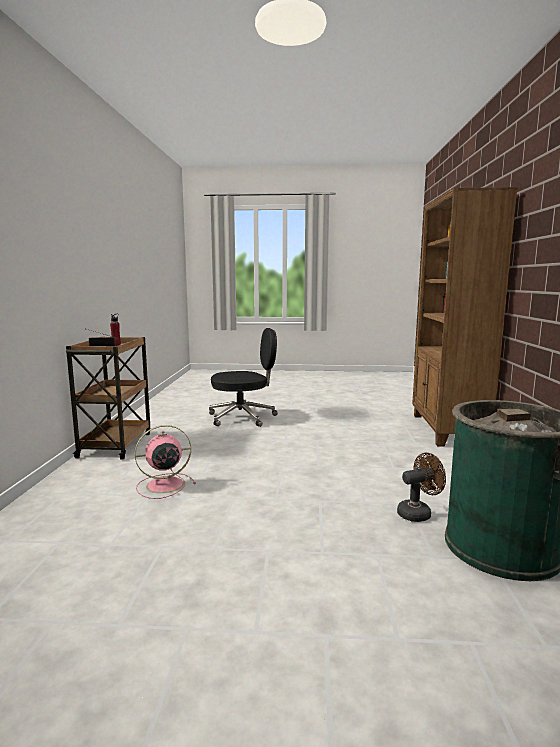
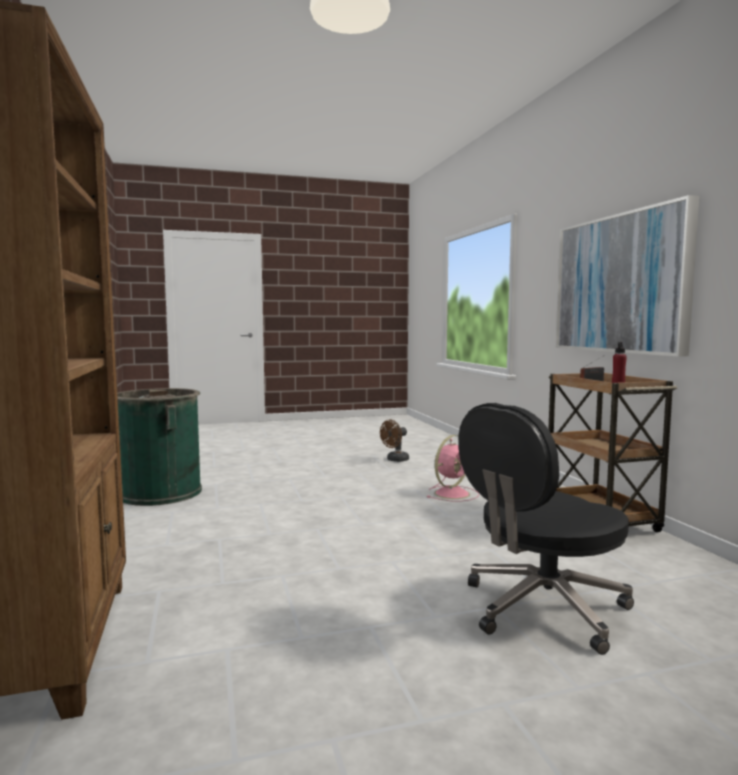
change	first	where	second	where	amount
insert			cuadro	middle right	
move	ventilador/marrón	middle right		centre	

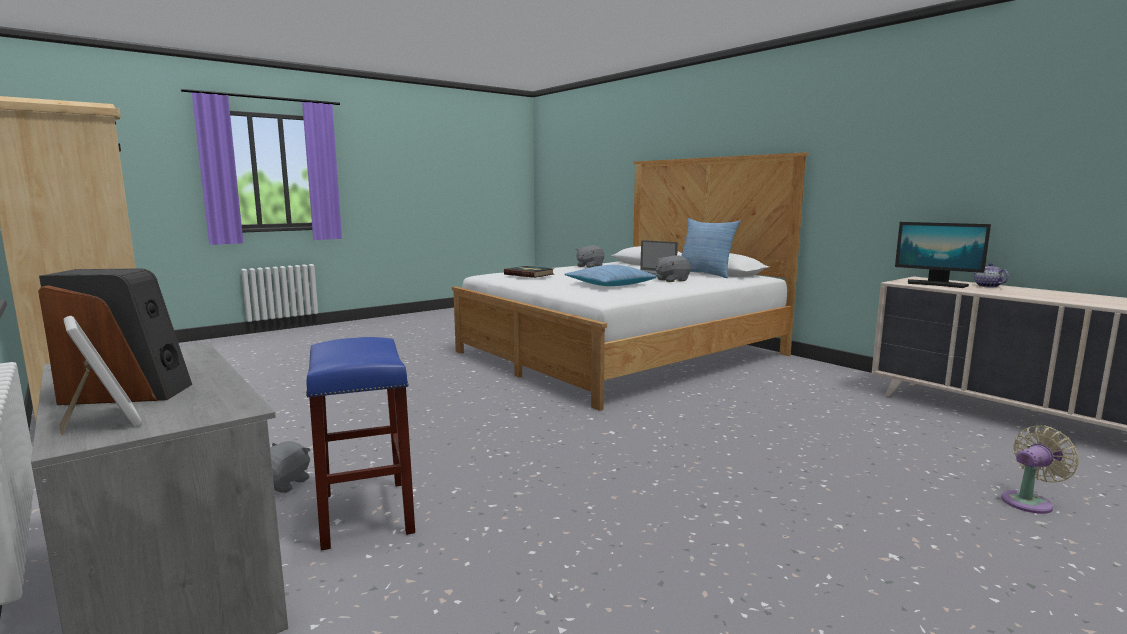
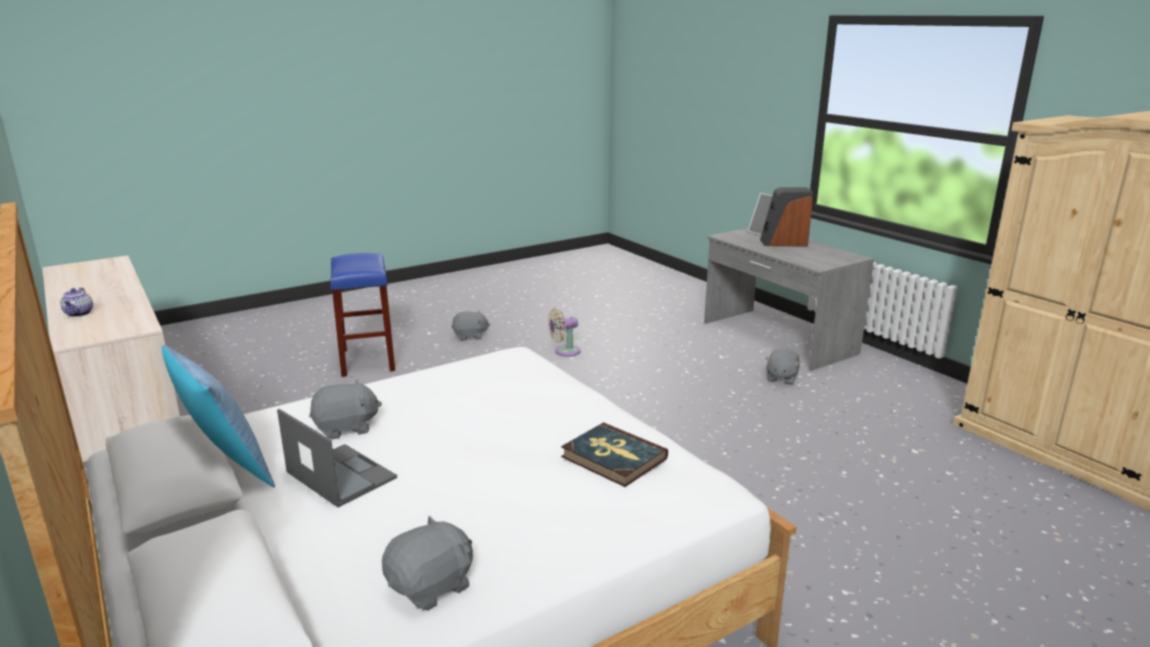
change	first	where	second	where	amount
delete	cojín (1st from left)	centre			
delete	monitor	middle right			
insert			peluche/gris (3rd from left)	centre	
move	taburete/azul	bottom left		middle left	
move	ventilador/beis	bottom right		centre	

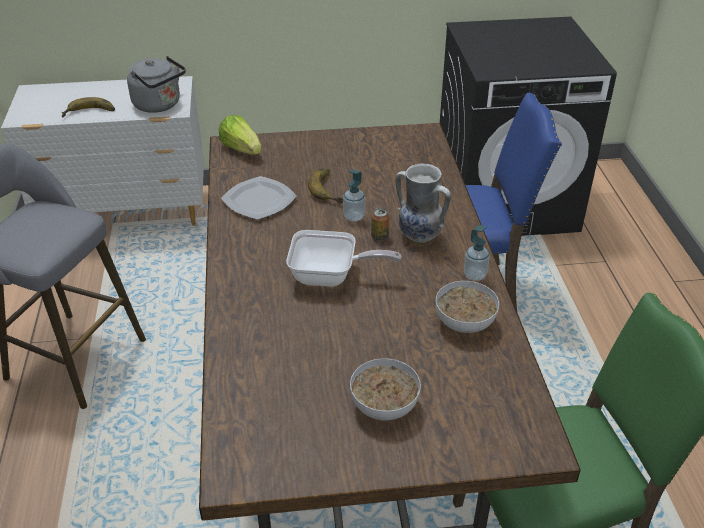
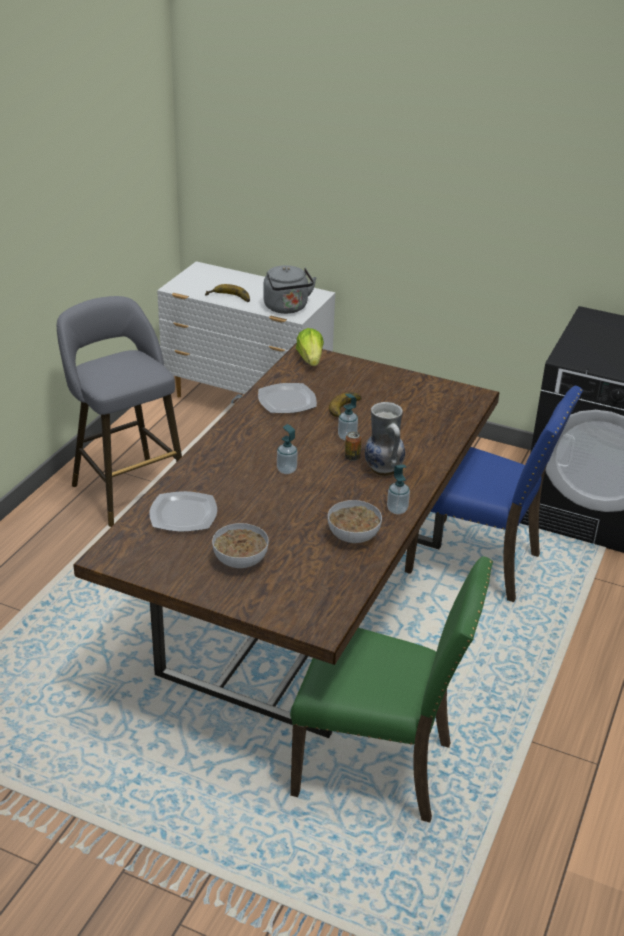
change	first	where	second	where	amount
insert			plato (1st from left)	middle left	
replace	sartén	centre	dispensador de jabón (1st from left)	centre	

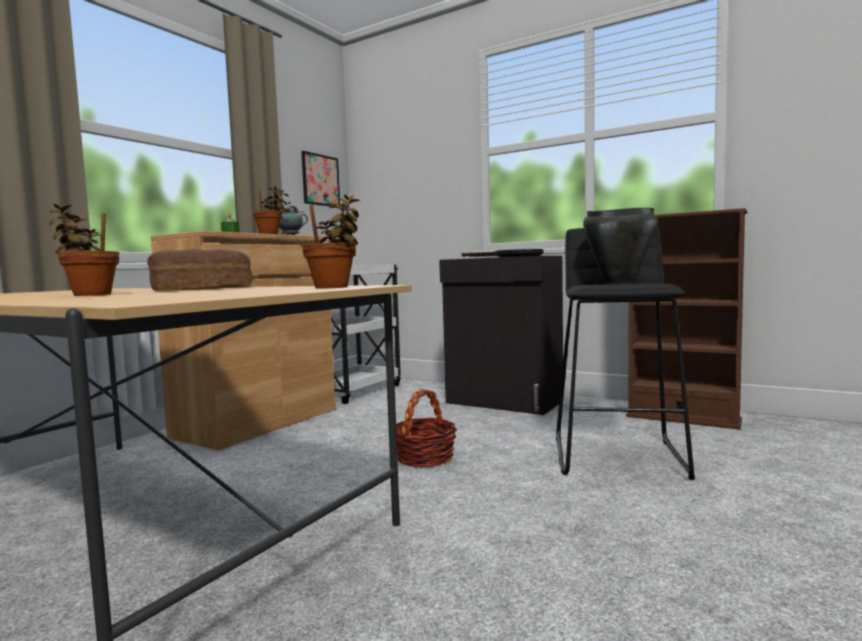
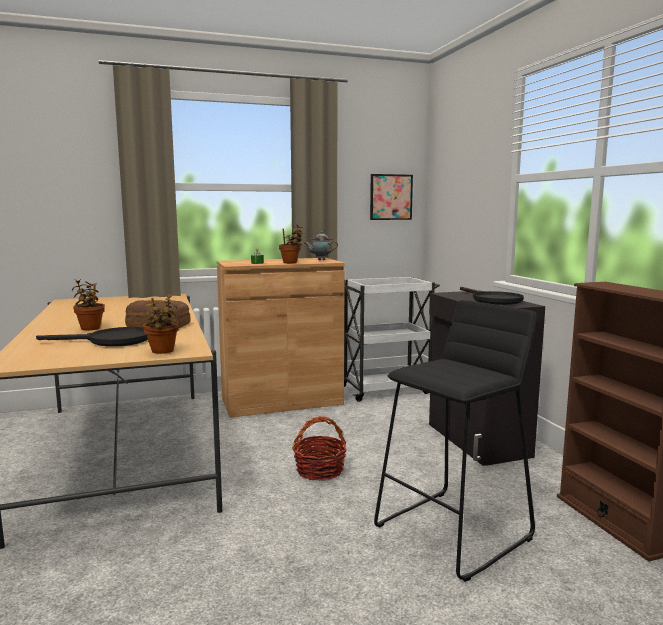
change	first	where	second	where	amount
delete	olla/negro	middle right			
insert			sartén/negro (1st from left)	middle left	

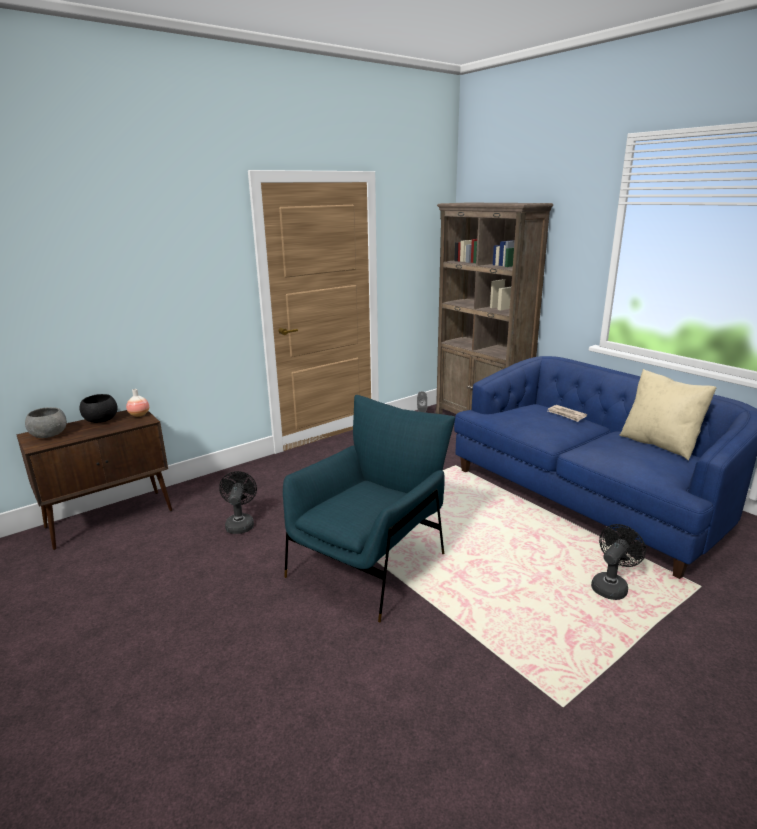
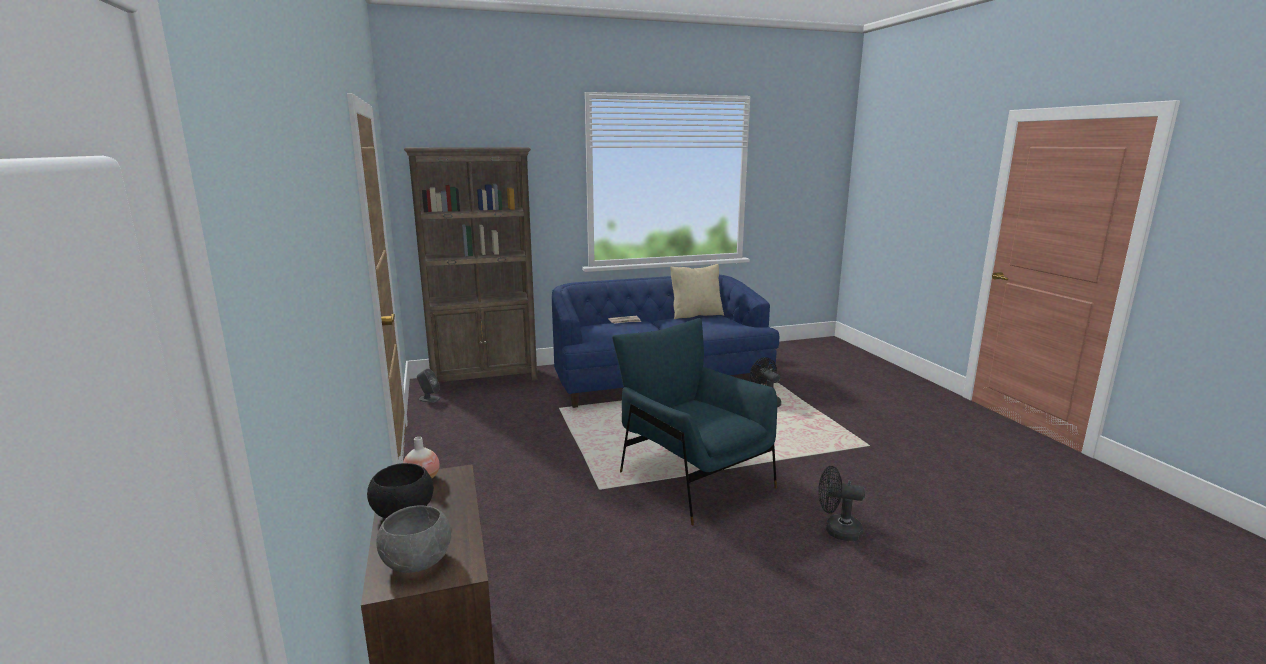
change	first	where	second	where	amount
move	ventilador/negro (1st from left in the first image)	middle left	ventilador/negro (2nd from left)	bottom centre	

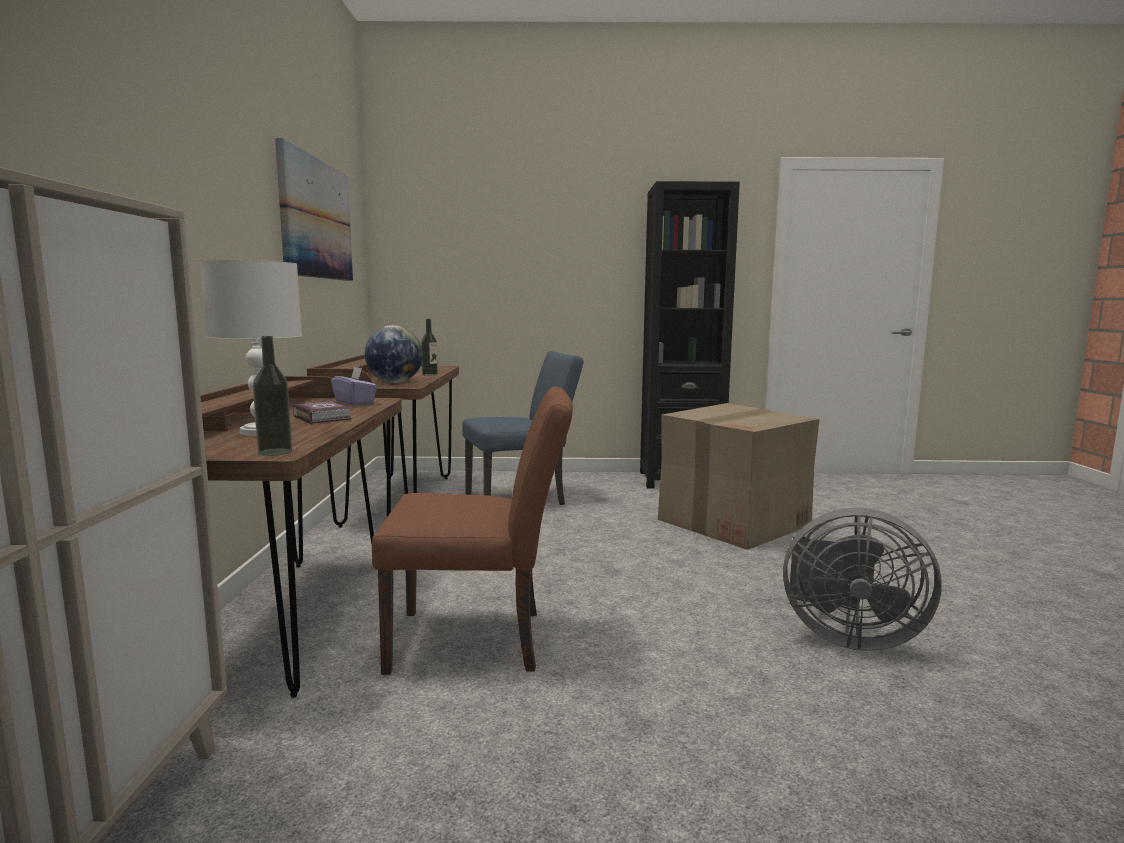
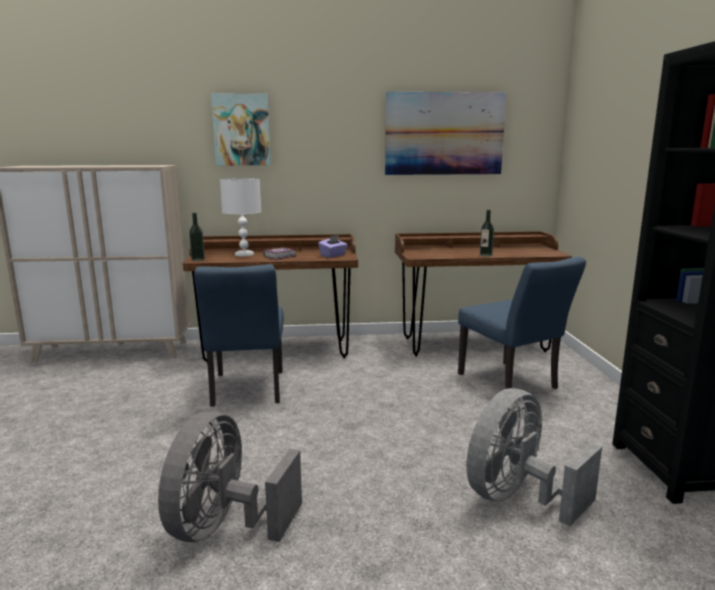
change	first	where	second	where	amount
delete	globo terráqueo	centre			
insert			cuadro (1st from left)	top centre	
replace	caja de cartón	centre	ventilador/gris (2nd from left)	bottom right	
recolor	silla/marrón	centre	silla/azul (1st from left)	centre	

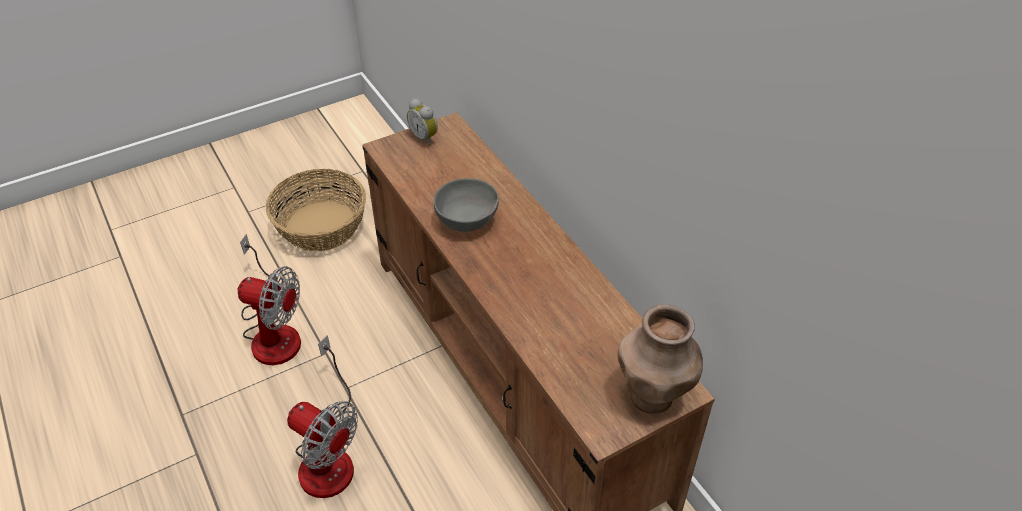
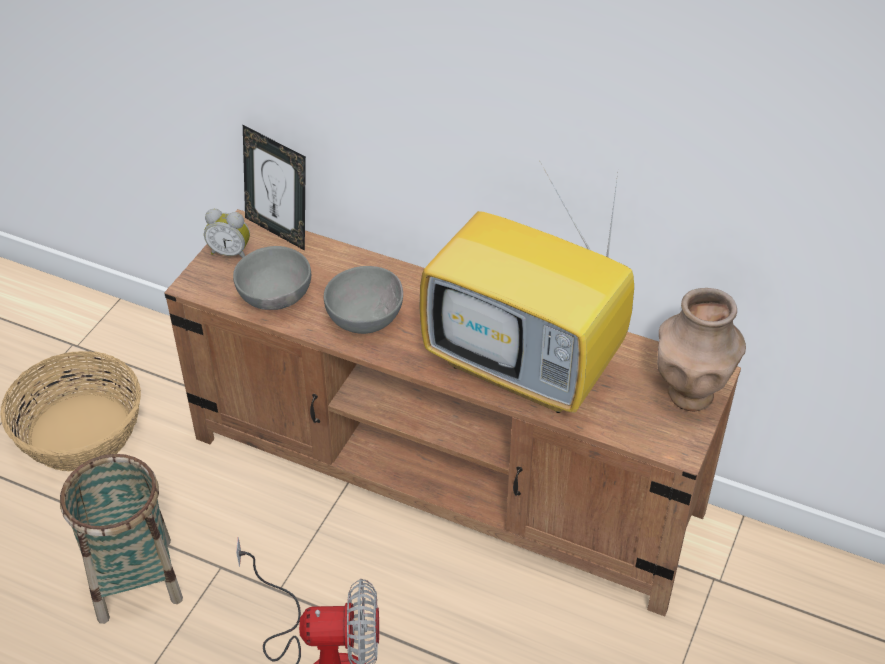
change	first	where	second	where	amount
insert			cuenco/gris (1st from left)	middle left	
insert			portarretratos	top left	
insert			televisor	centre	
replace	ventilador (1st from left)	middle left	cesta (2nd from left)	bottom left	

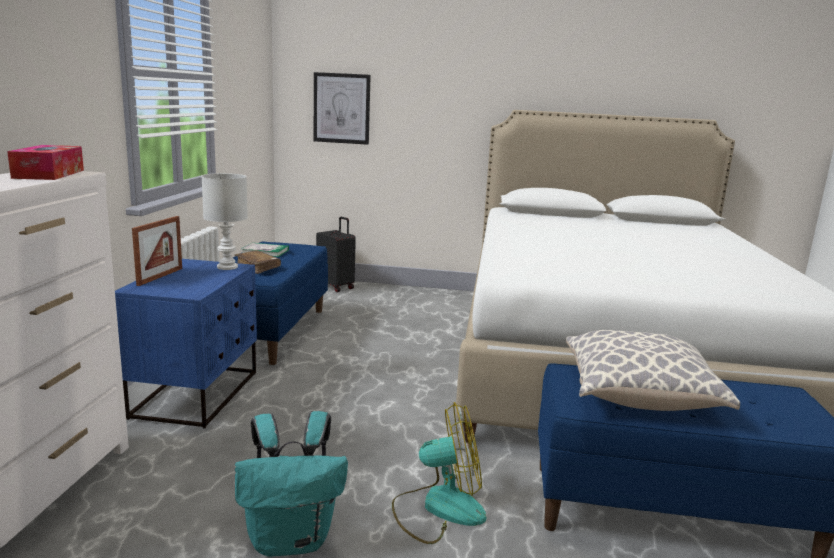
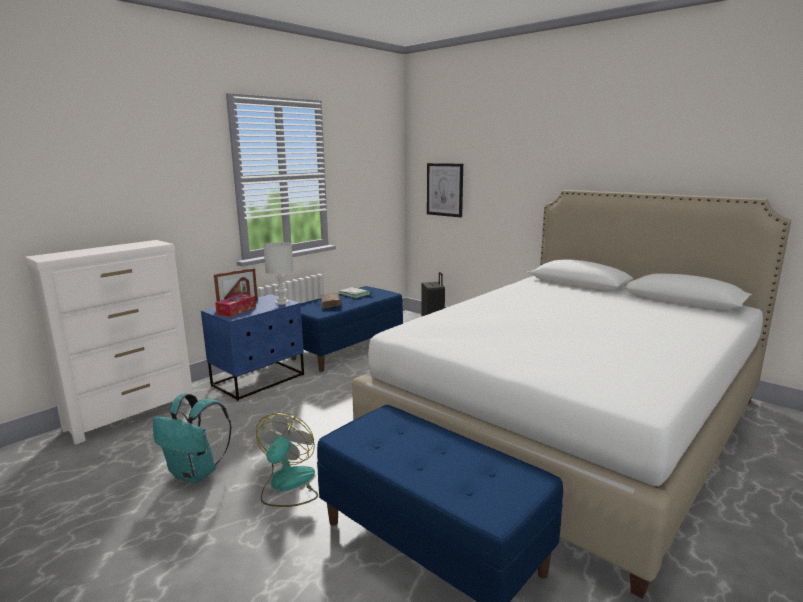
change	first	where	second	where	amount
delete	cojín	middle right			
move	caja de pañuelos	top left		middle left	
rotate	ventilador	bottom centre		bottom centre	105 degrees counterclockwise

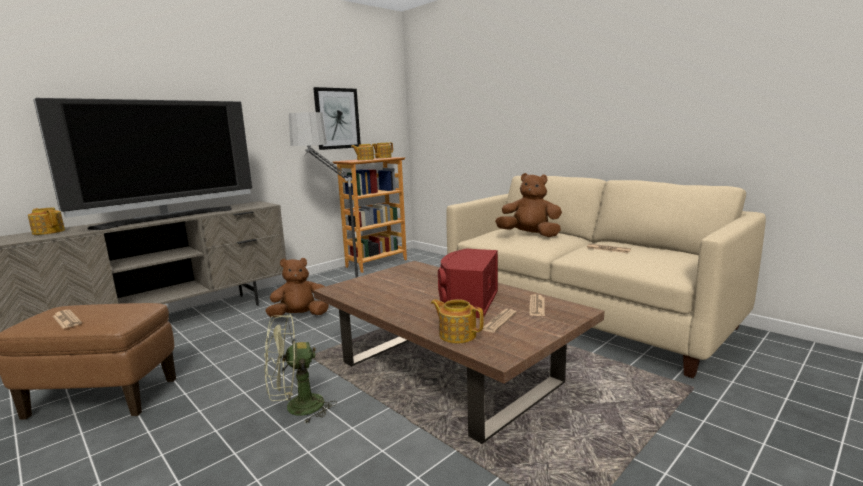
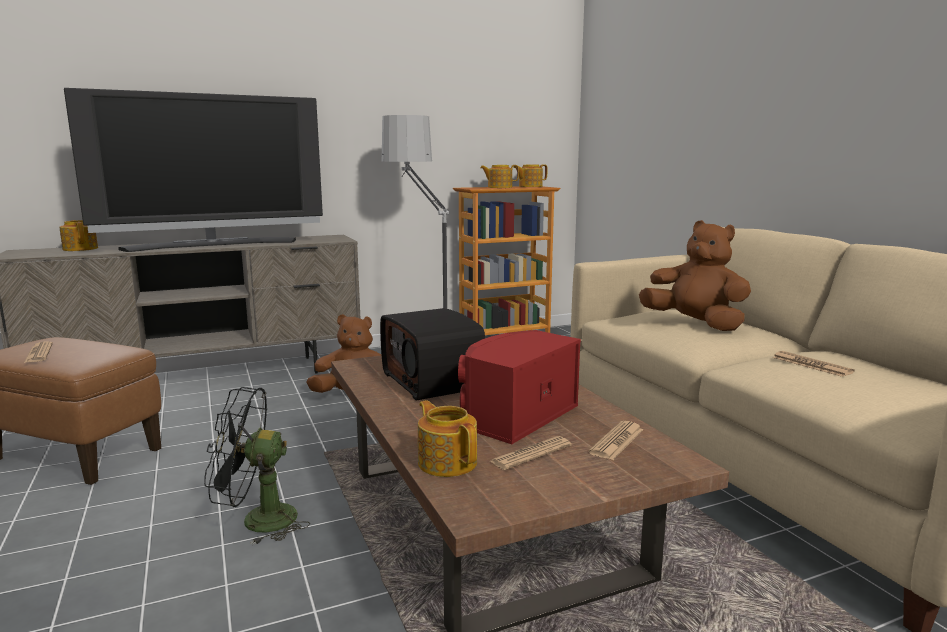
change	first	where	second	where	amount
delete	cuadro	top centre			
insert			radio	centre	
recolor	ventilador/verde	bottom centre	ventilador/negro	bottom left	

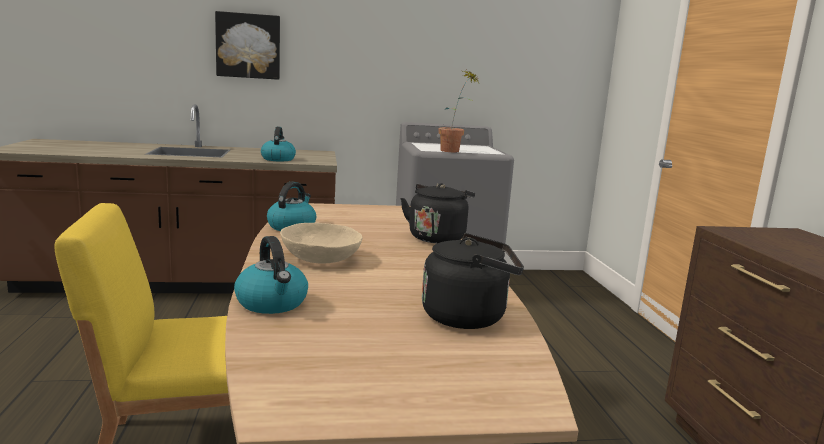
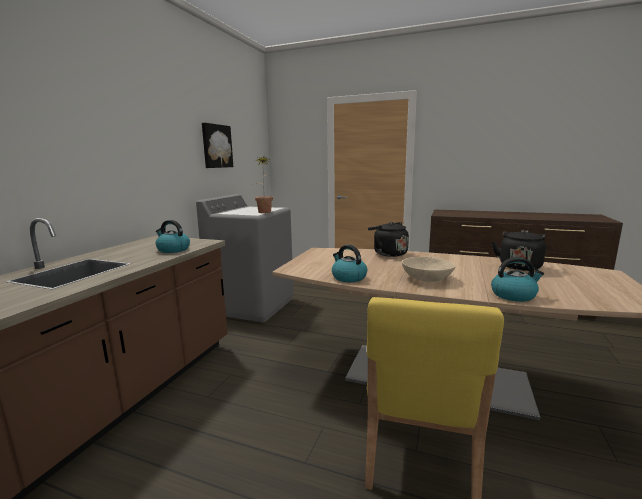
change	first	where	second	where	amount
move	cuadro	top left		top centre	

